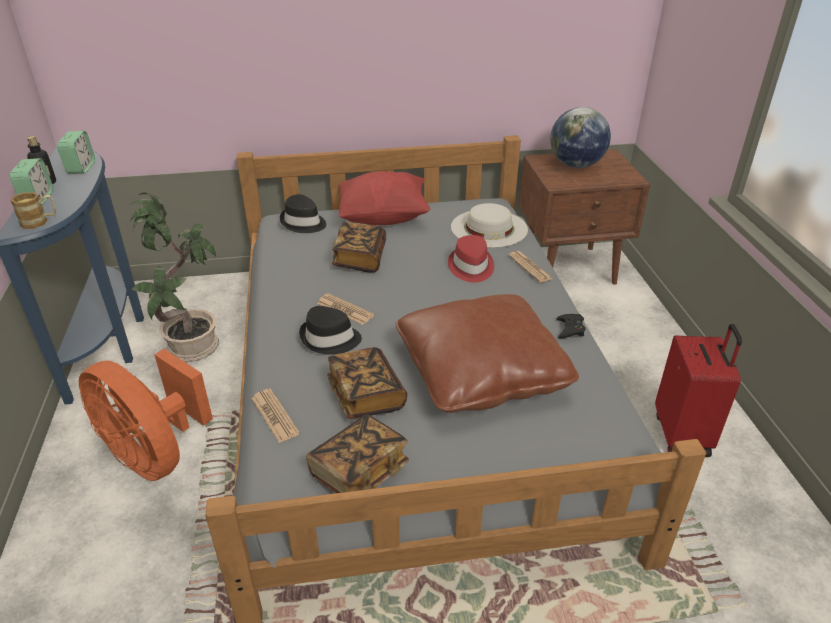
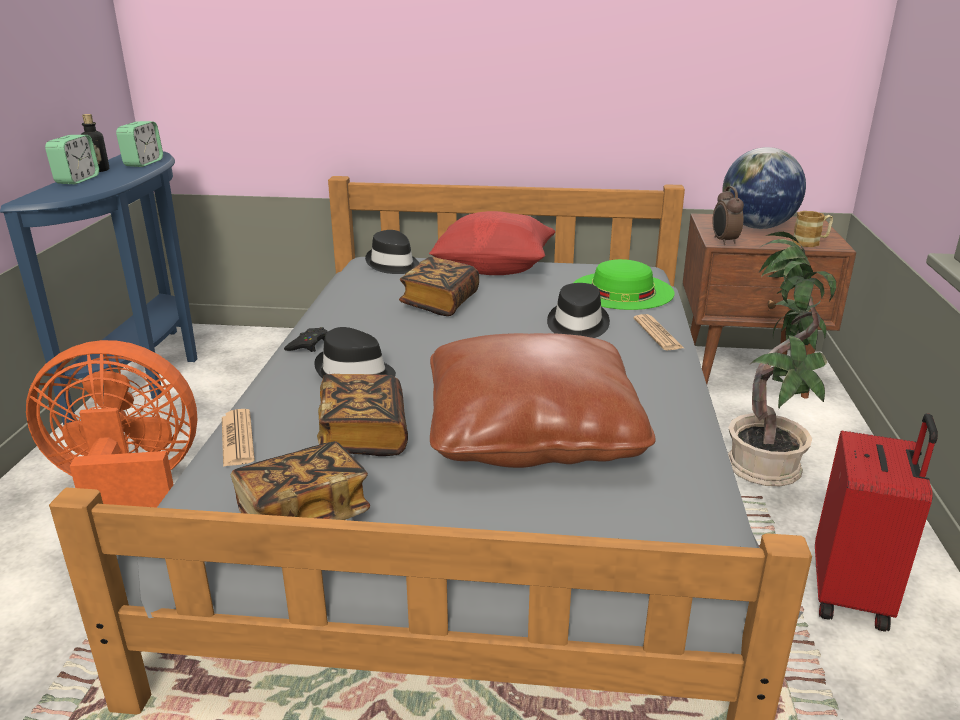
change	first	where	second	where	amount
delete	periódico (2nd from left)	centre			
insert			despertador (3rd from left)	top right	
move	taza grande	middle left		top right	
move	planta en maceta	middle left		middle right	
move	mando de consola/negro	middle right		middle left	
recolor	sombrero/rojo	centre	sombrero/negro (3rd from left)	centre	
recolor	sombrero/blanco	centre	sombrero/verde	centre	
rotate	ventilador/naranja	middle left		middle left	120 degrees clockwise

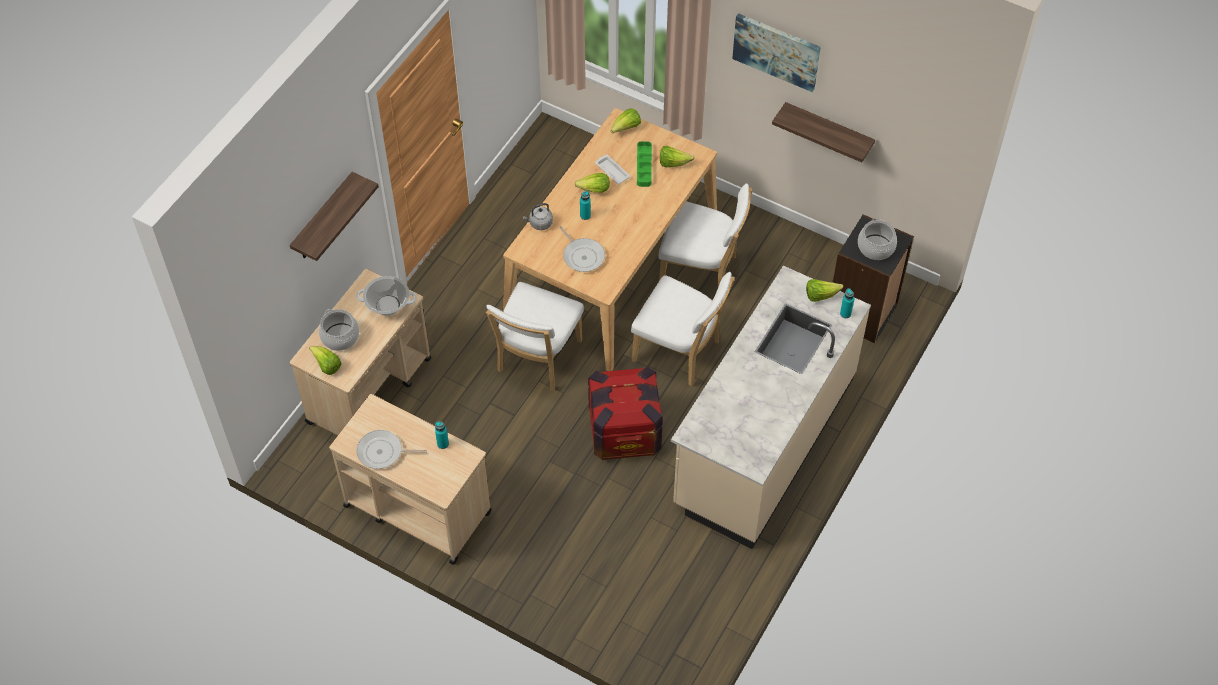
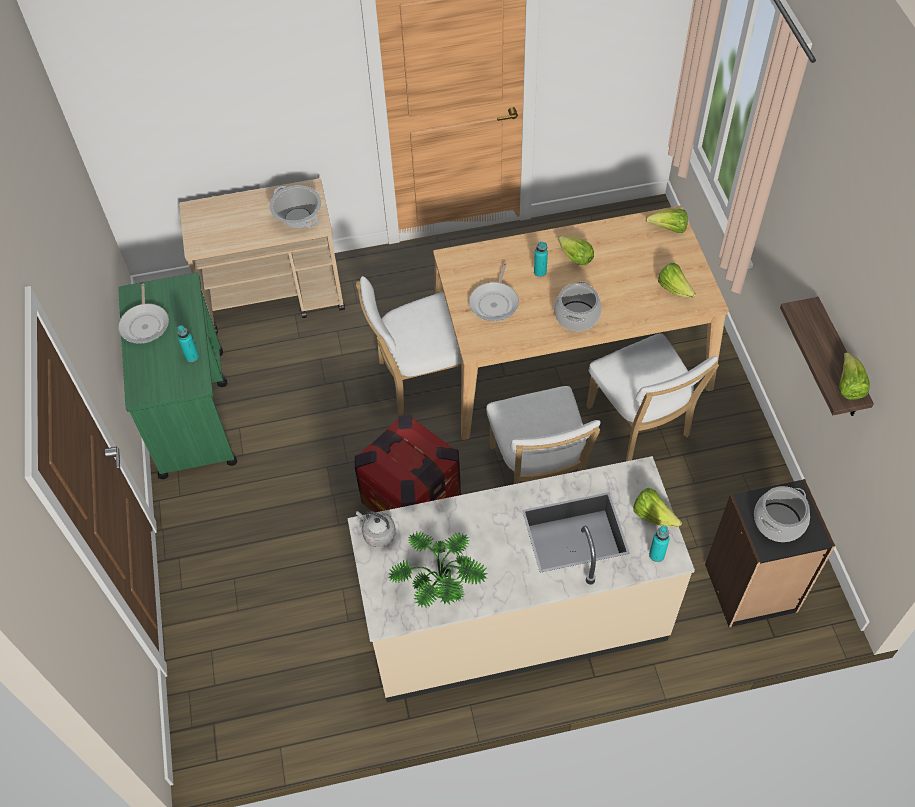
change	first	where	second	where	amount
delete	estante (1st from left)	top left			
delete	bandeja/blanco	top centre			
delete	bandeja/verde	top centre			
delete	cuadro	top centre			
insert			planta en maceta	bottom centre	
move	lechuga (1st from left in the first image)	middle left	lechuga (5th from left)	middle right	
move	olla (1st from left in the first image)	middle left	olla (2nd from left)	centre	
move	hervidor/gris	top centre		centre	
recolor	carrito/beis (2nd from left)	bottom centre	carrito/verde	middle left	
rotate	sartén (1st from left)	middle left		middle left	150 degrees counterclockwise

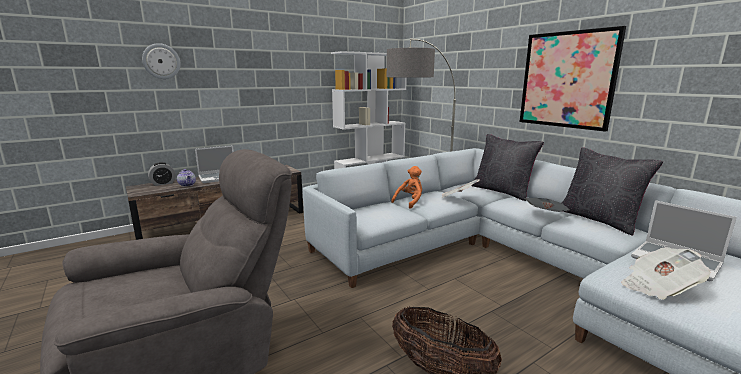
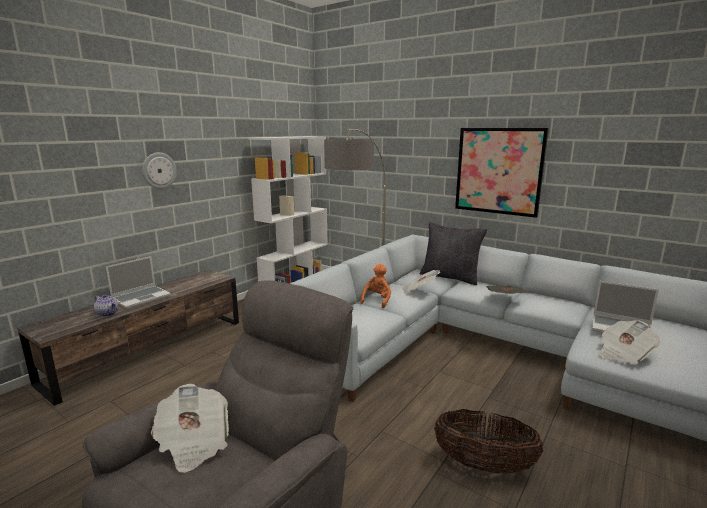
change	first	where	second	where	amount
delete	despertador	middle left			
delete	cojín/negro (2nd from left)	middle right			
insert			periódico (1st from left)	bottom left	
move	reloj de pared	top left		middle left	

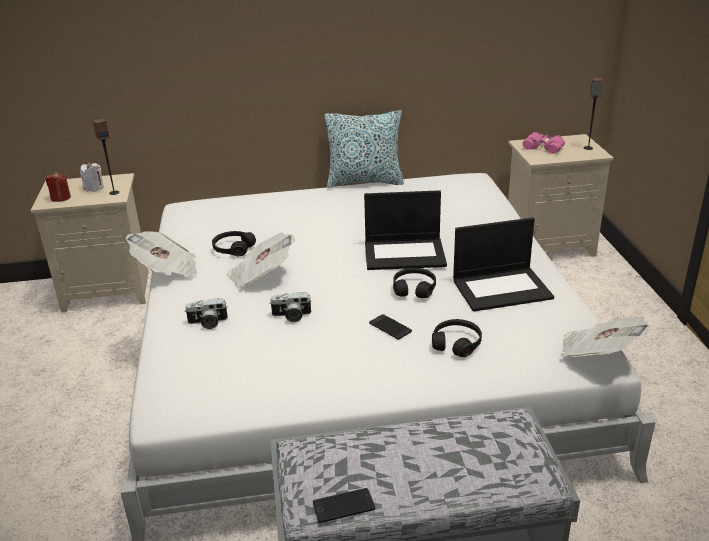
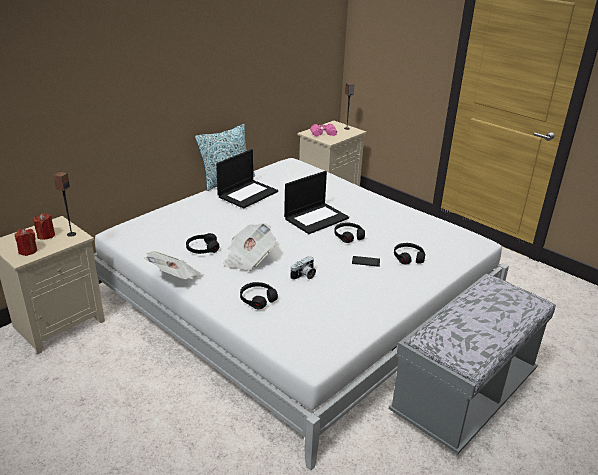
change	first	where	second	where	amount
delete	móvil (1st from left)	bottom centre			
delete	periódico (3rd from left)	middle right			
move	portátil (2nd from left in the first image)	middle right	portátil (1st from left)	centre	
replace	cámara (1st from left)	middle left	auriculares/negro (2nd from left)	centre	
recolor	vela/blanco	top left	vela/rojo (2nd from left)	middle left	

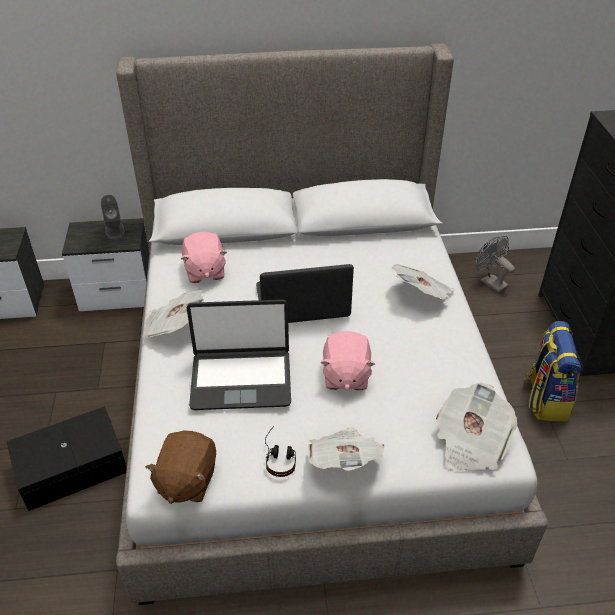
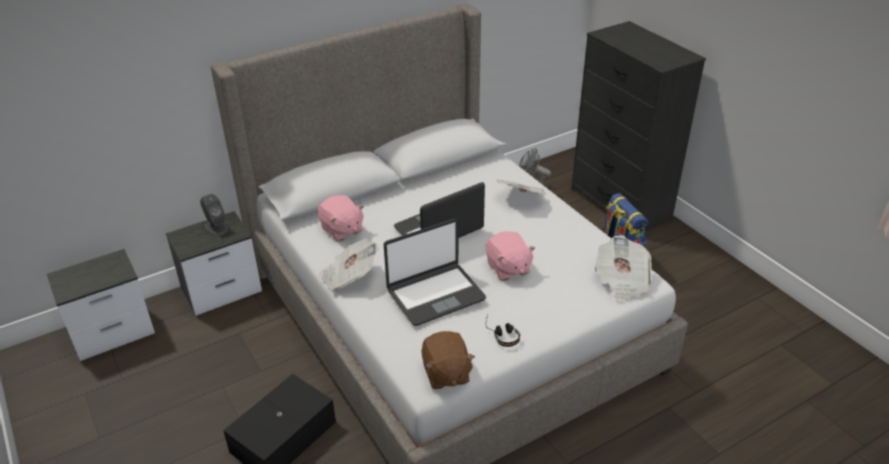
change	first	where	second	where	amount
delete	periódico (2nd from left)	bottom centre			

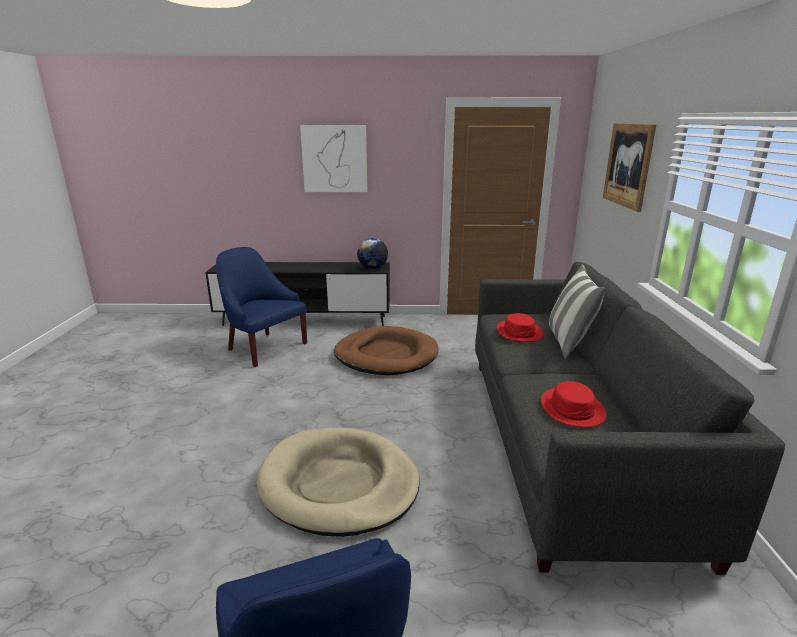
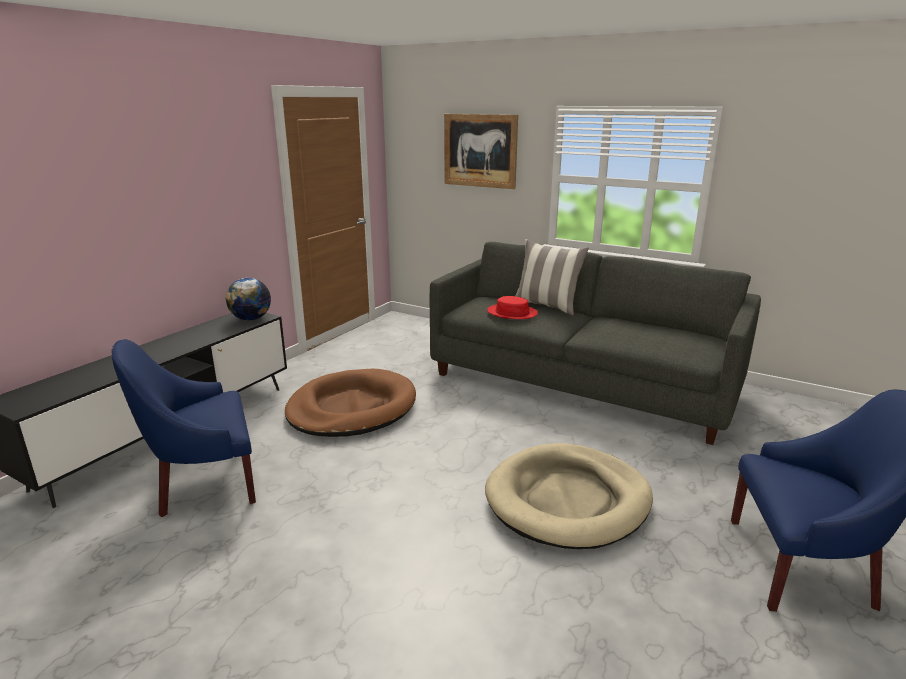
change	first	where	second	where	amount
delete	cuadro (1st from left)	top centre			
delete	sombrero/rojo (2nd from left)	middle right			

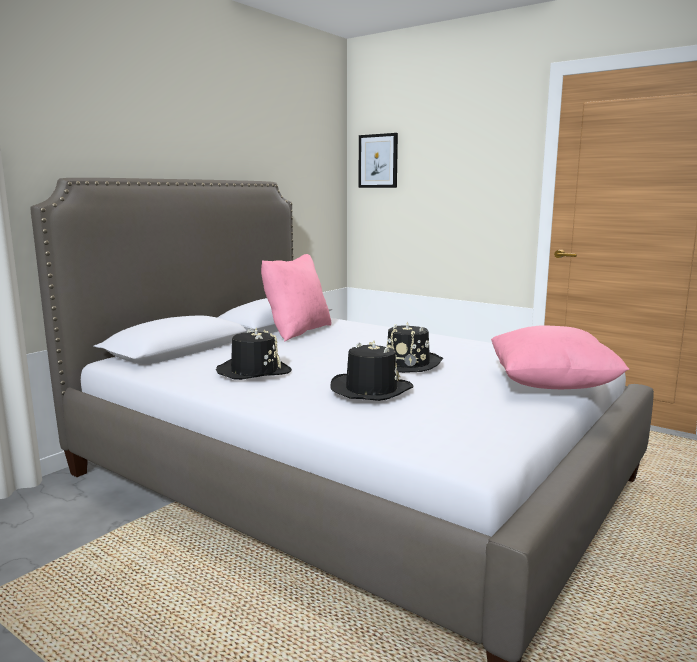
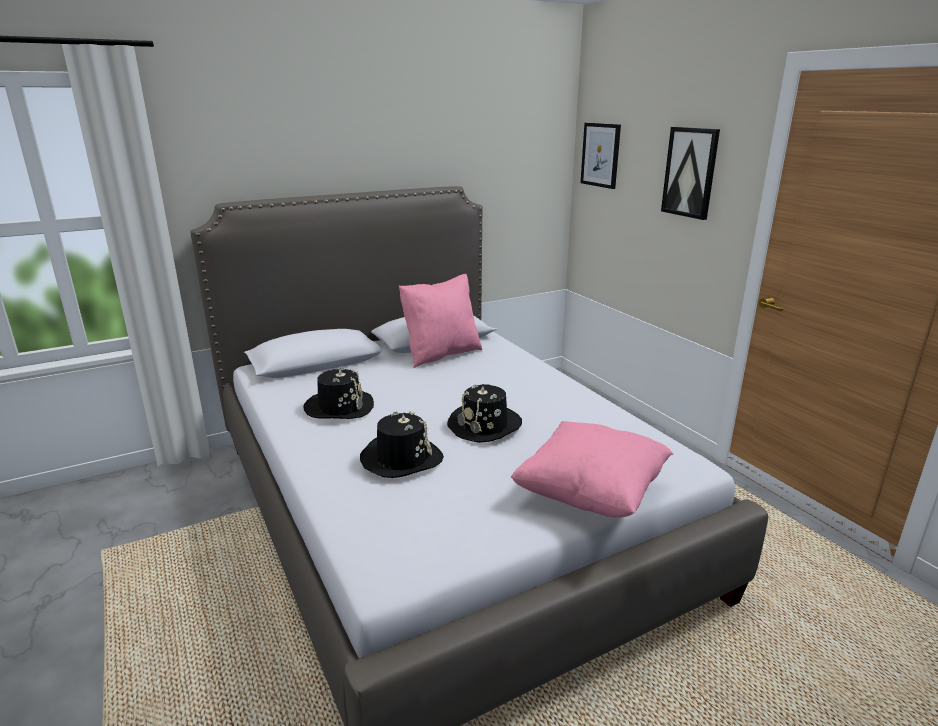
change	first	where	second	where	amount
insert			cuadro (2nd from left)	top right	

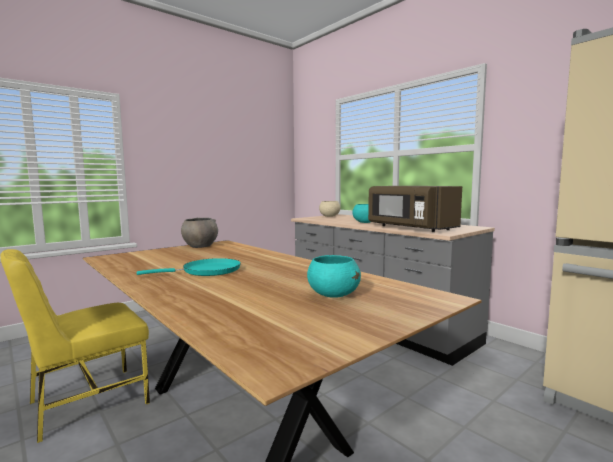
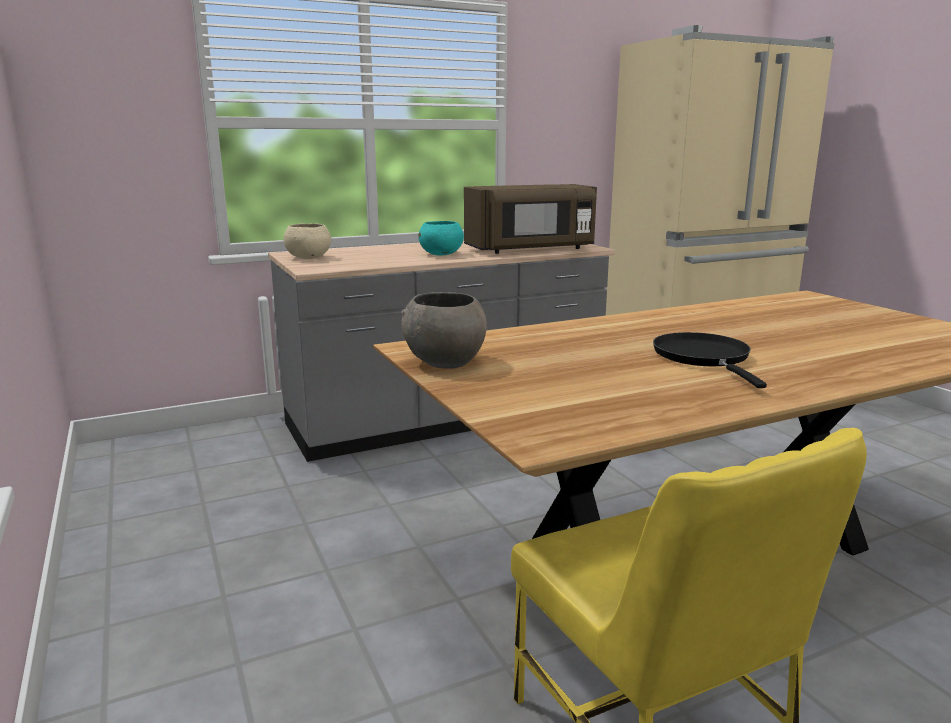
change	first	where	second	where	amount
delete	cuenco/turquesa (1st from left)	centre			
recolor	sartén/turquesa	middle left	sartén/negro	middle right	

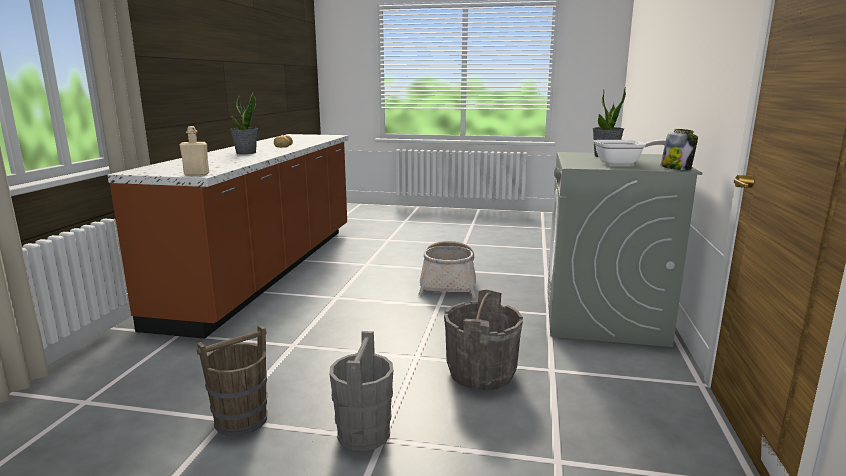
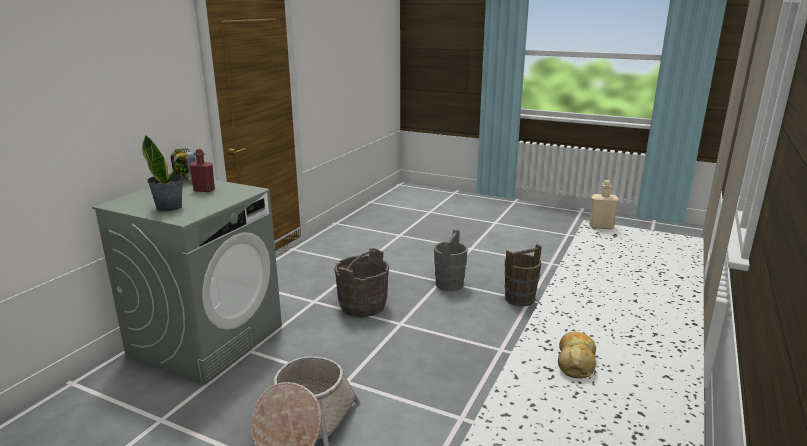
change	first	where	second	where	amount
delete	planta en maceta (1st from left)	top left			
replace	sartén	top right	botella/rojo	middle left	

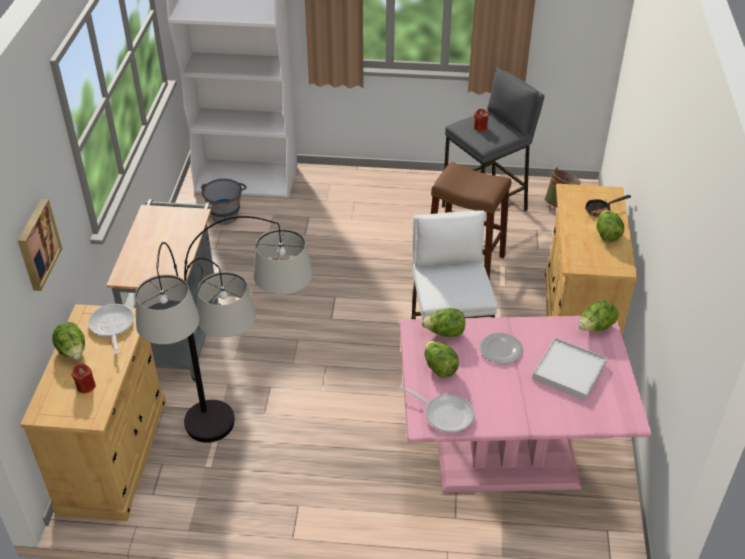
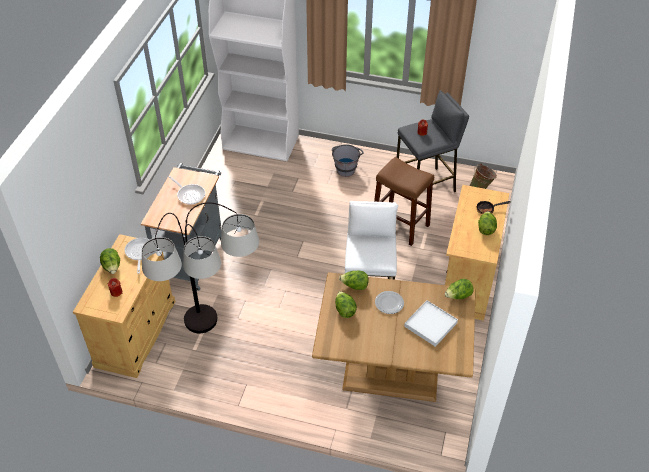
change	first	where	second	where	amount
delete	cuadro	middle left			
move	cubo/gris	middle left		centre	
move	sartén (2nd from left)	bottom centre		middle left	
recolor	mesa de comedor/rosa	bottom right	mesa de comedor/marrón	bottom centre	

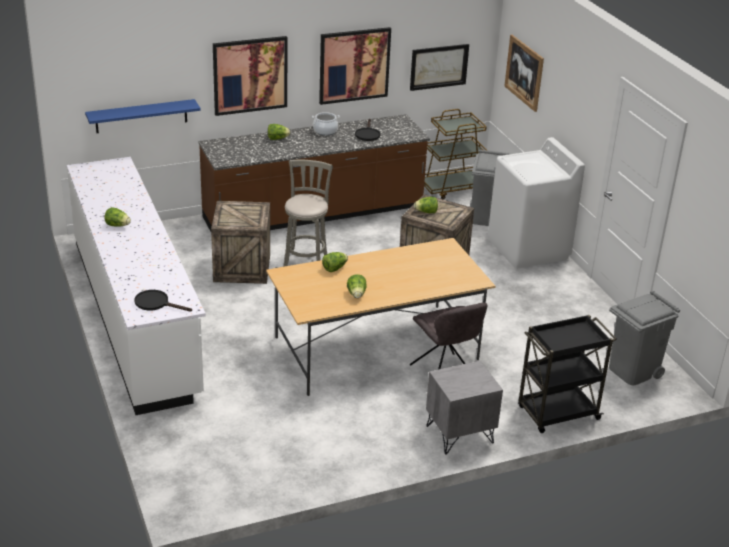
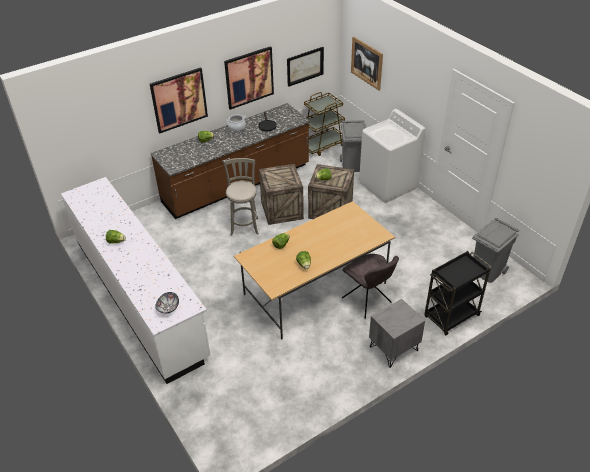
change	first	where	second	where	amount
delete	estante/azul	top left			
move	caja de embalaje (1st from left)	middle left		centre	
replace	sartén/negro (1st from left)	middle left	cuenco	middle left	

